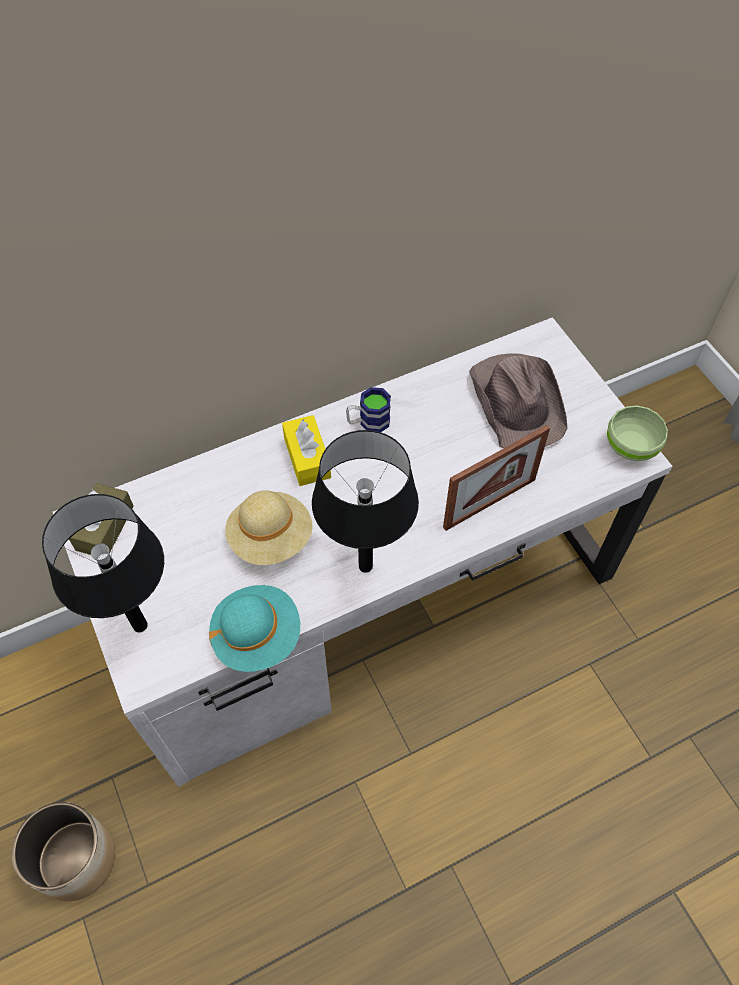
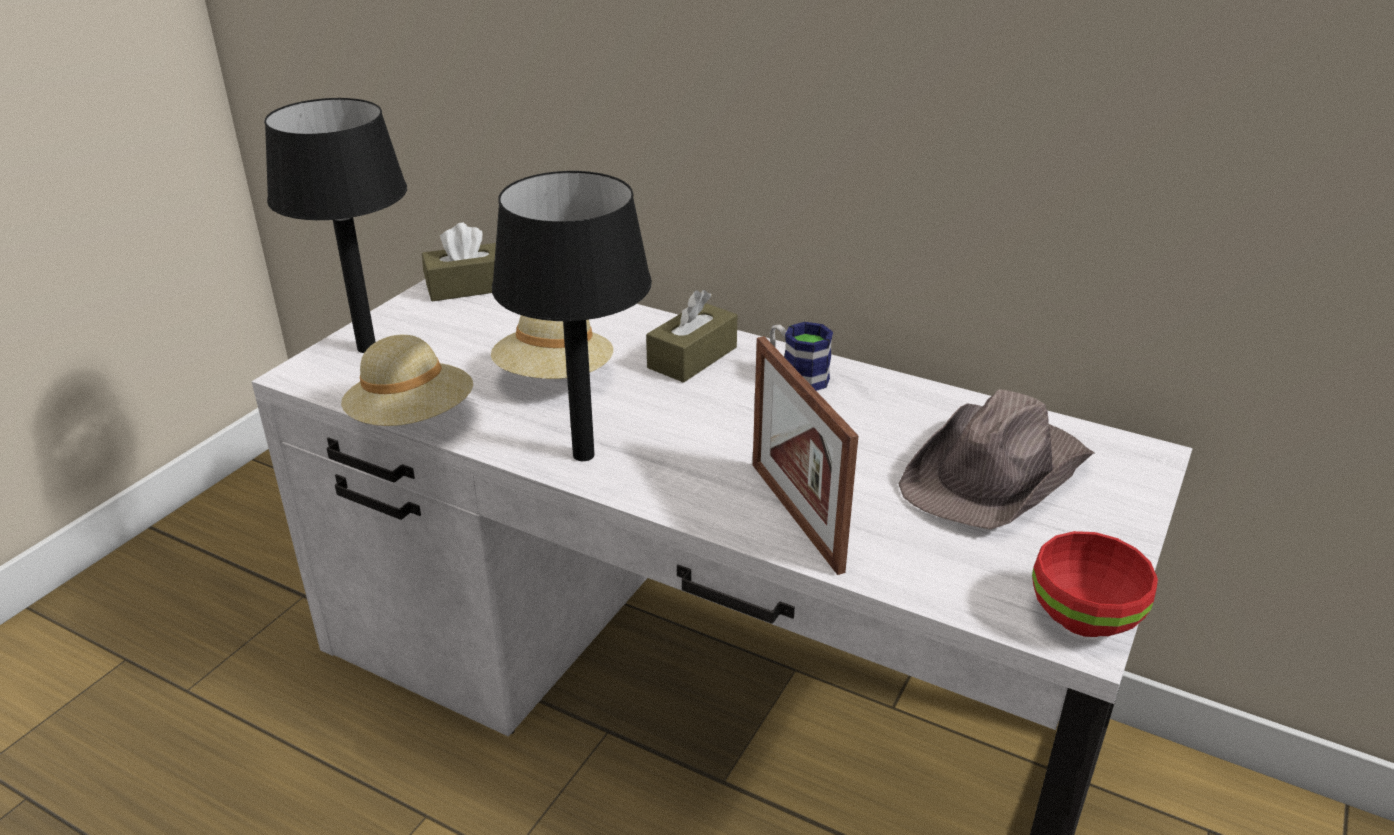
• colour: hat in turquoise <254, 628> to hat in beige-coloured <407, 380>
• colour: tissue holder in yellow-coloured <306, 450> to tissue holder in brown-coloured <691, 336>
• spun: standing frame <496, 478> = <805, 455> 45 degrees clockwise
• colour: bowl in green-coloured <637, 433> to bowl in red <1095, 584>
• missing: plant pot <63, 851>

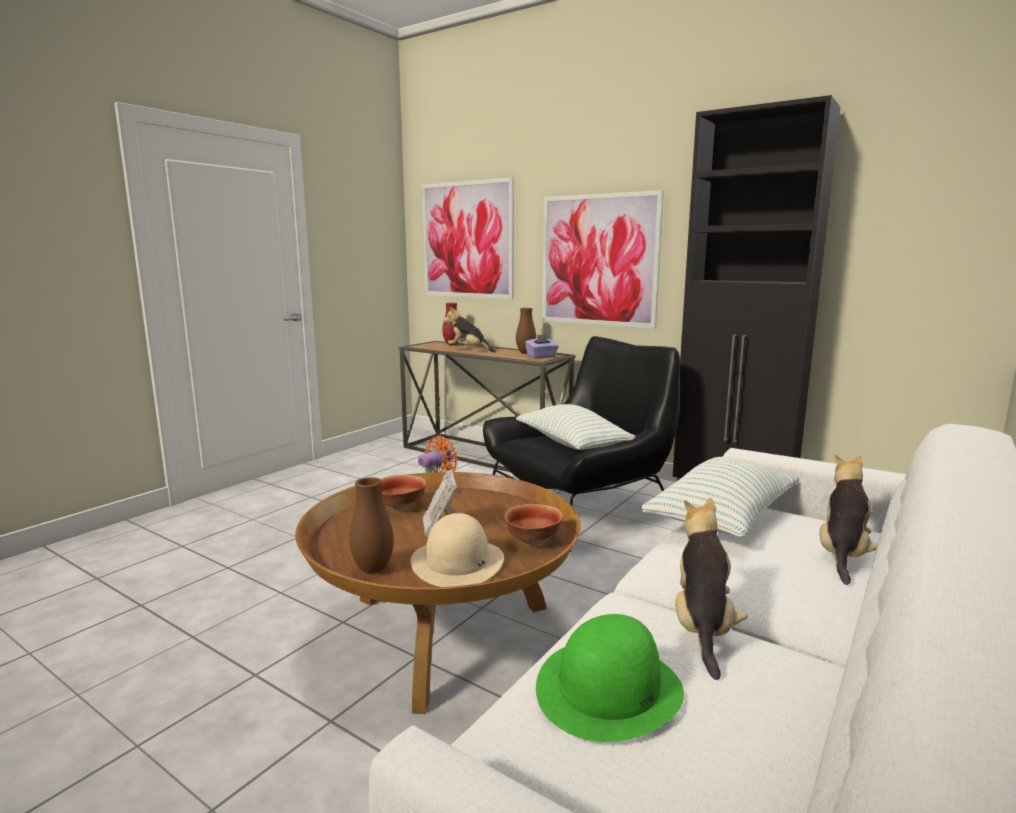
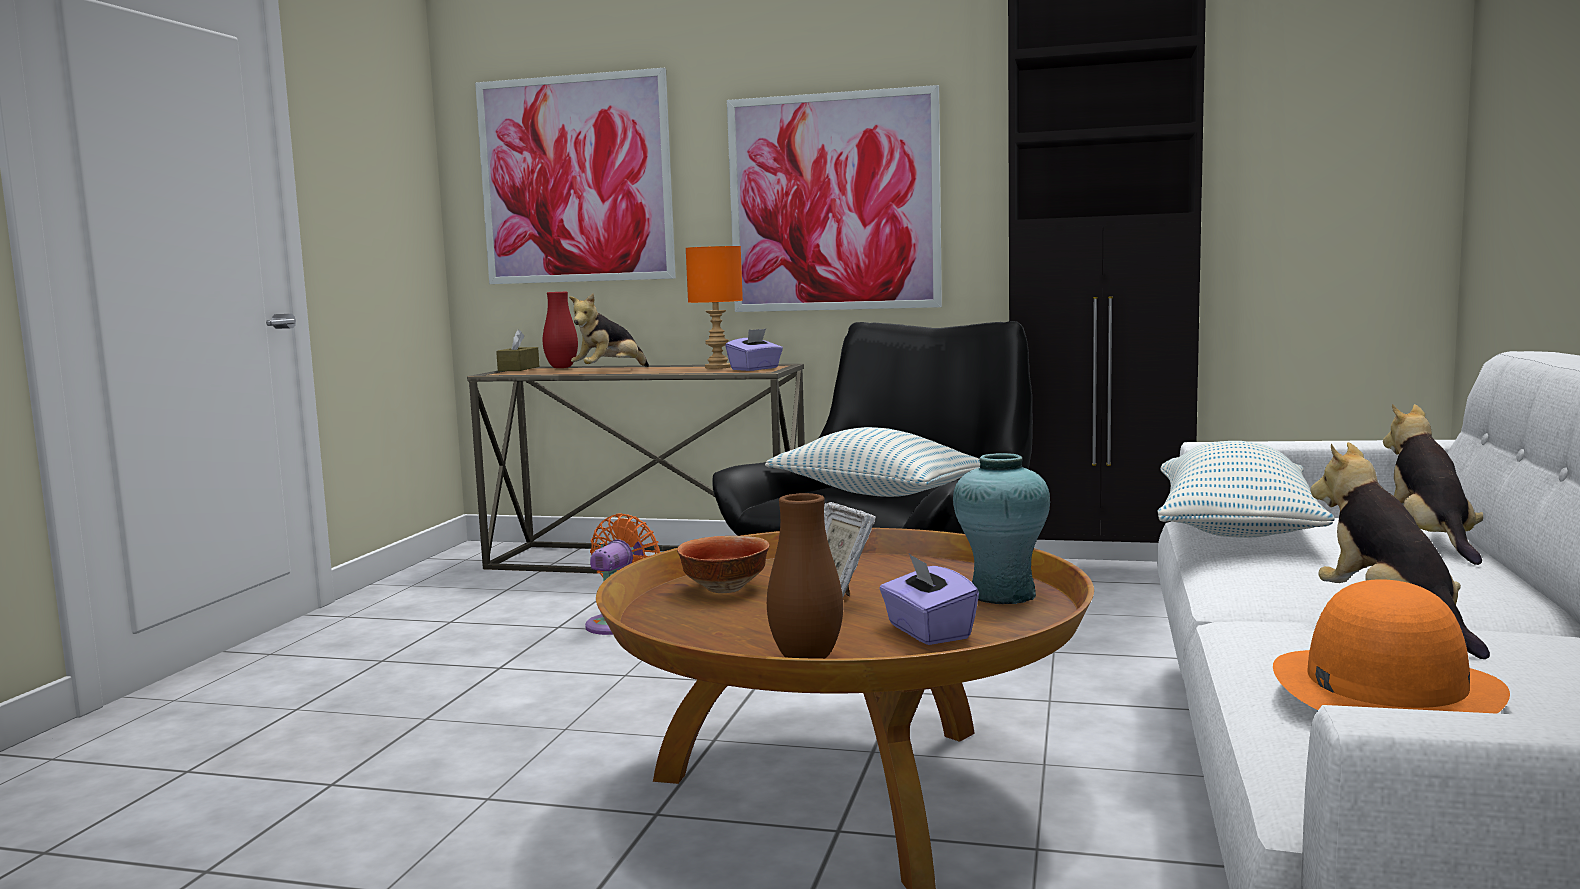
• appeared: tissue holder in brown-coloured <517, 350>
• spun: plush toy <469, 330> = <609, 330> 60 degrees counterclockwise
• exchanged: decorative vase in brown-coloured <526, 331> to tabletop lamp in orange-coloured <714, 307>
• exchanged: hat in beige-coloured <457, 550> to tissue holder in purple-coloured <929, 599>
• exchanged: bowl <533, 524> to decorative vase in turquoise <1001, 528>
• colour: hat in green-coloured <610, 678> to hat in orange-coloured <1391, 646>

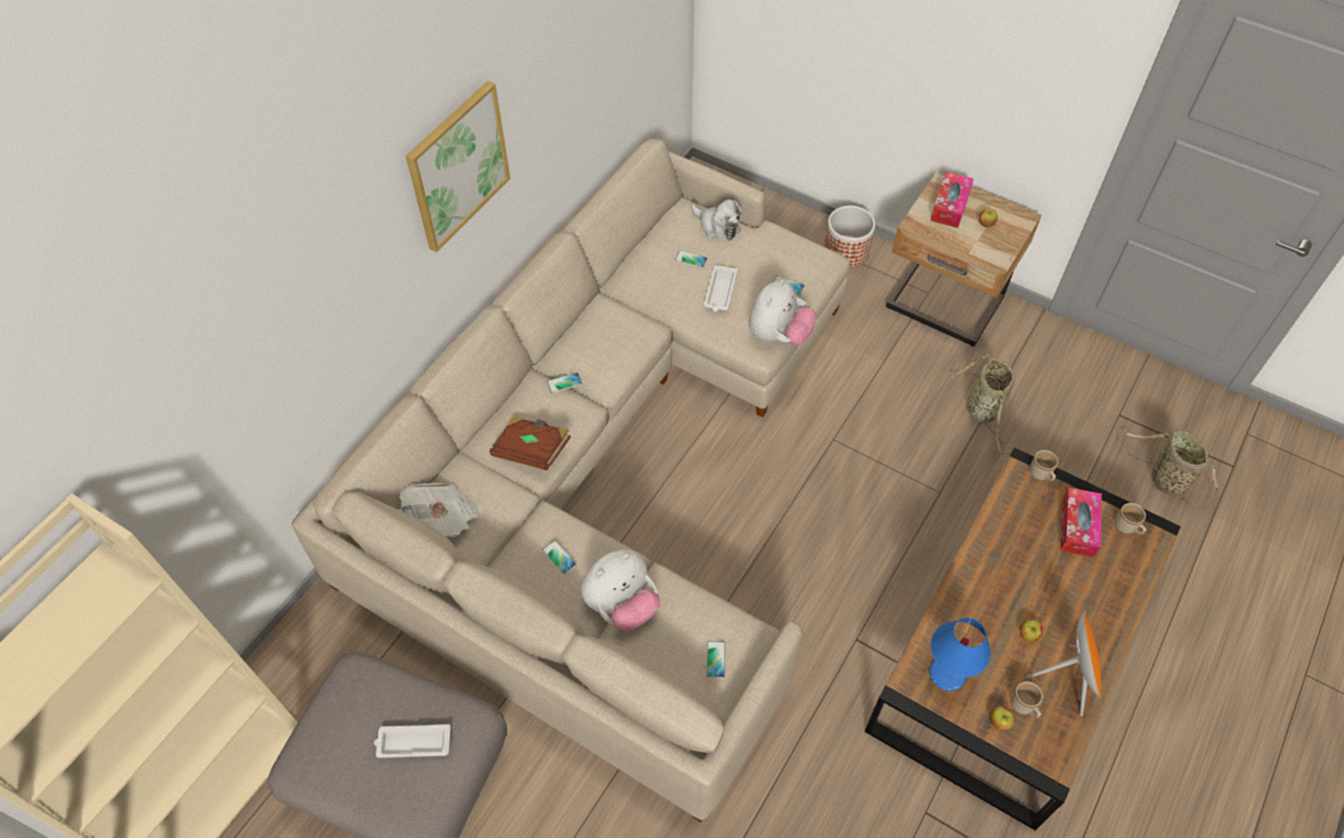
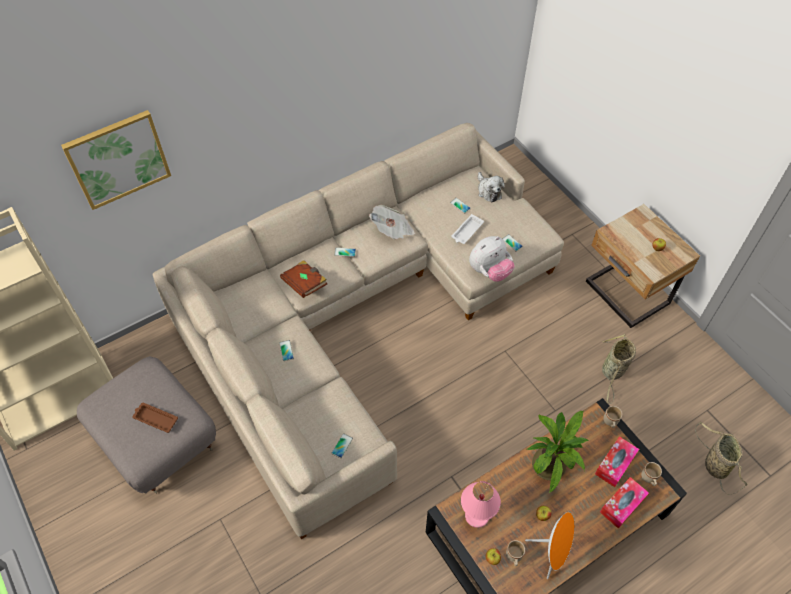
• relocated: picture <458, 167> to <116, 160>
• colour: serving tray in whitish <412, 741> to serving tray in brown-coloured <155, 418>
• relocated: newspaper <441, 510> to <392, 222>
• colour: tabletop lamp in blue-coloured <960, 654> to tabletop lamp in pink-coloured <481, 504>
• appeared: houseplant <558, 452>
• relocated: tissue holder <952, 200> to <624, 503>
• missing: plush toy <620, 590>
• missing: plant pot <849, 237>

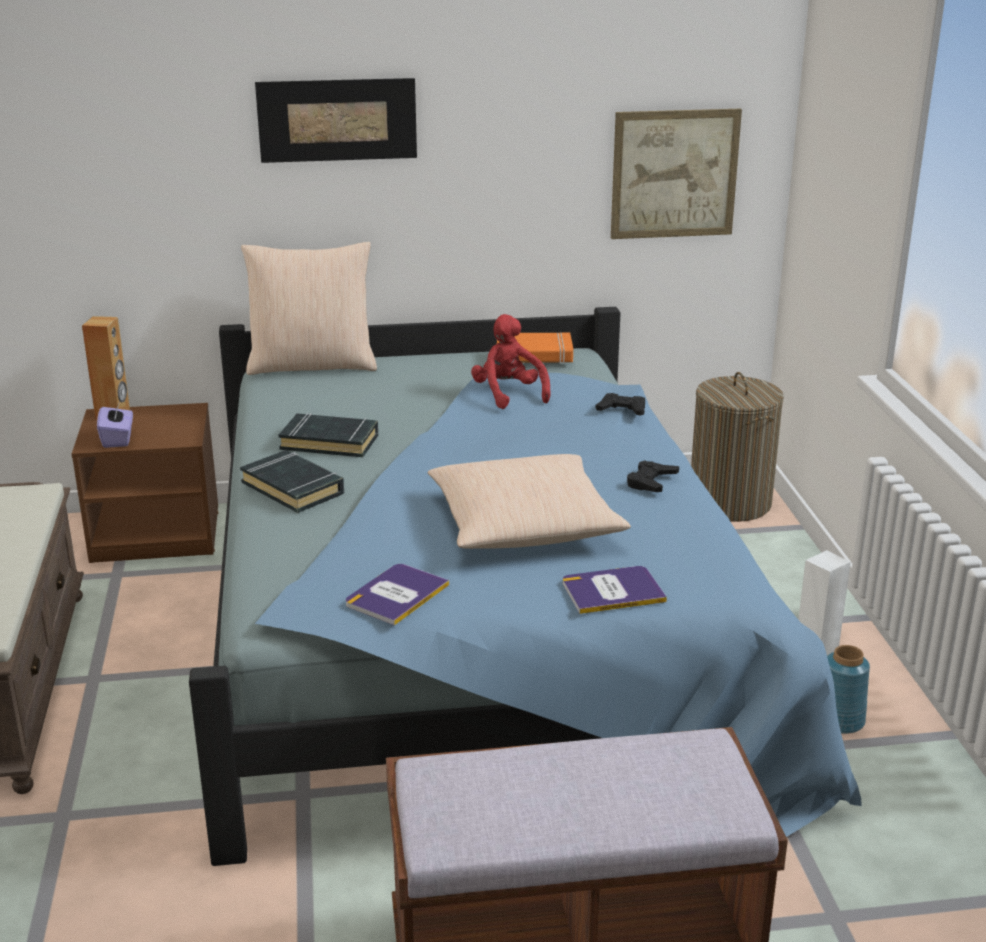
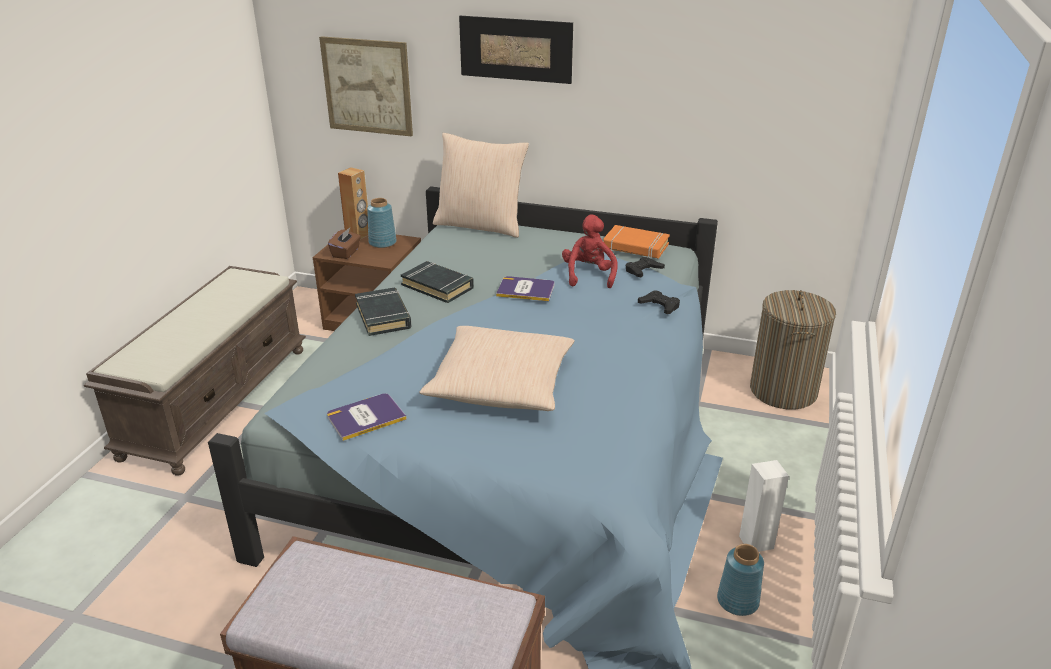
• relocated: picture <676, 174> to <366, 86>
• colour: tissue holder in purple-coloured <115, 424> to tissue holder in brown-coloured <344, 243>
• appeared: decorative vase in blue-coloured <382, 223>
• relocated: volume <615, 590> to <525, 288>
• relocated: joypad in black <653, 476> to <645, 267>

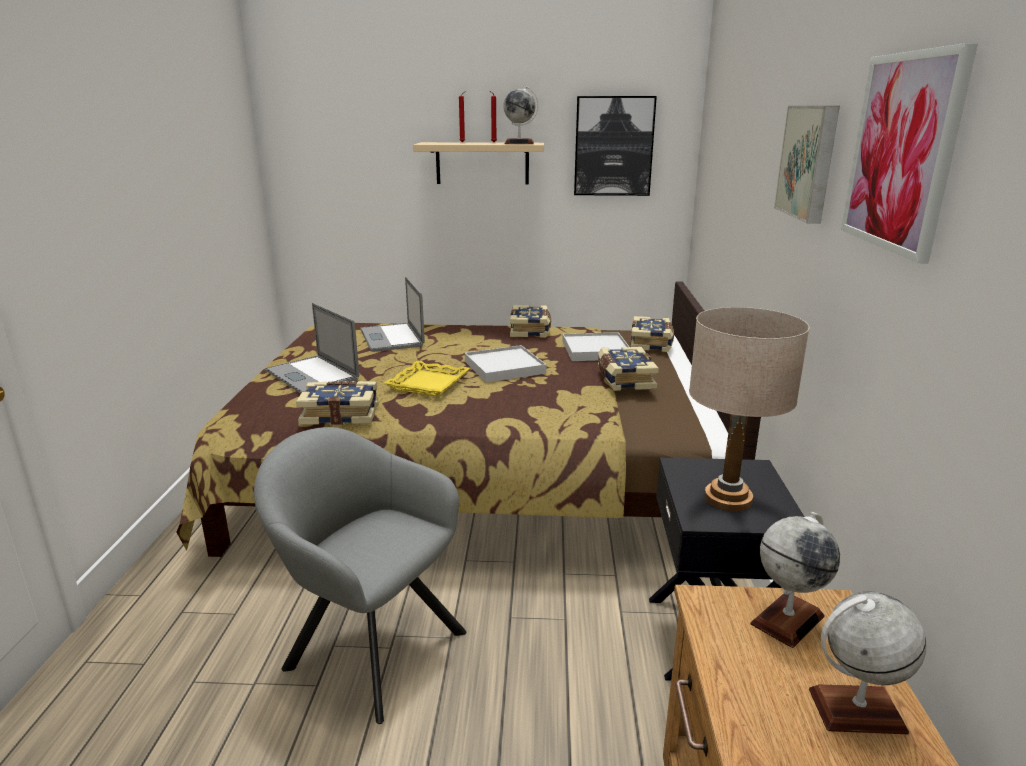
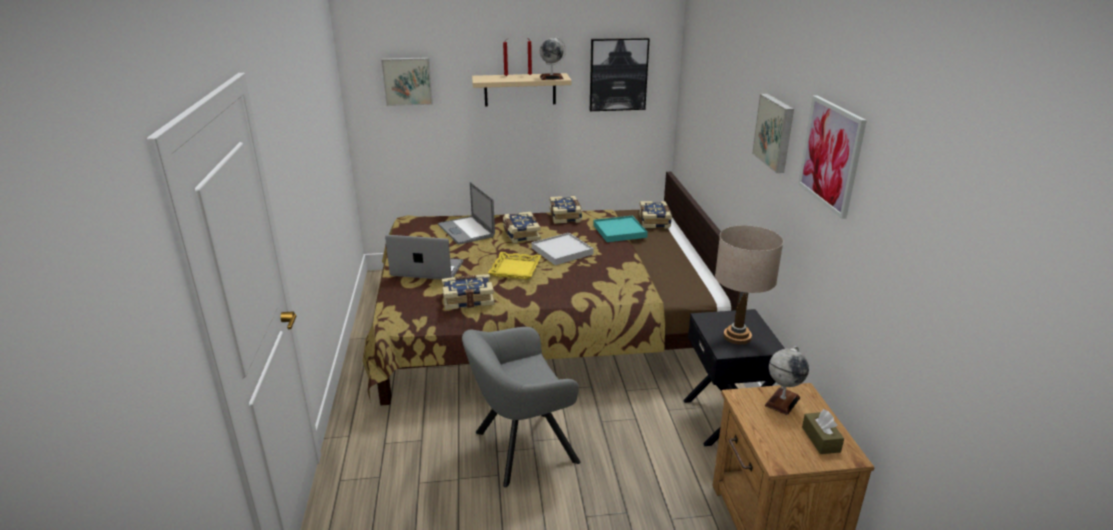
• appeared: picture <407, 81>
• spun: notebook computer <312, 348> = <424, 257> 150 degrees clockwise
• spun: armchair in greyish <360, 575> = <521, 407> 45 degrees counterclockwise
• relocated: volume <628, 369> to <522, 227>
• colour: serving tray in whitish <595, 346> to serving tray in turquoise <620, 229>
• exchanged: globe <868, 662> to tissue holder in brown-coloured <823, 431>

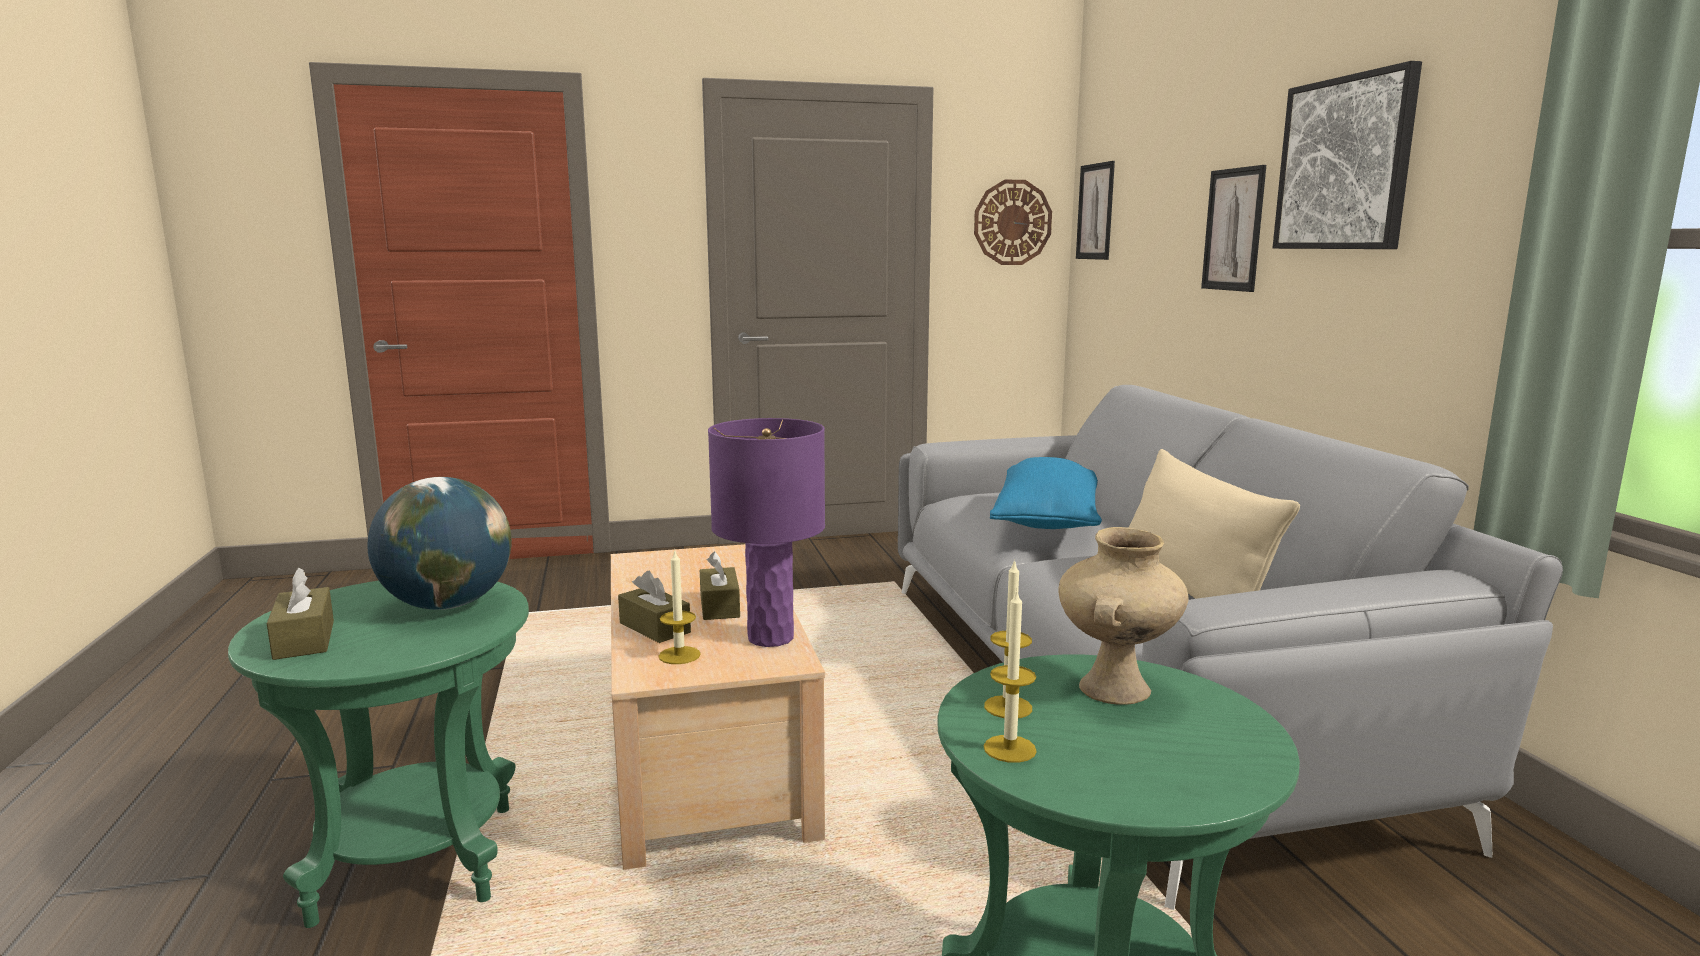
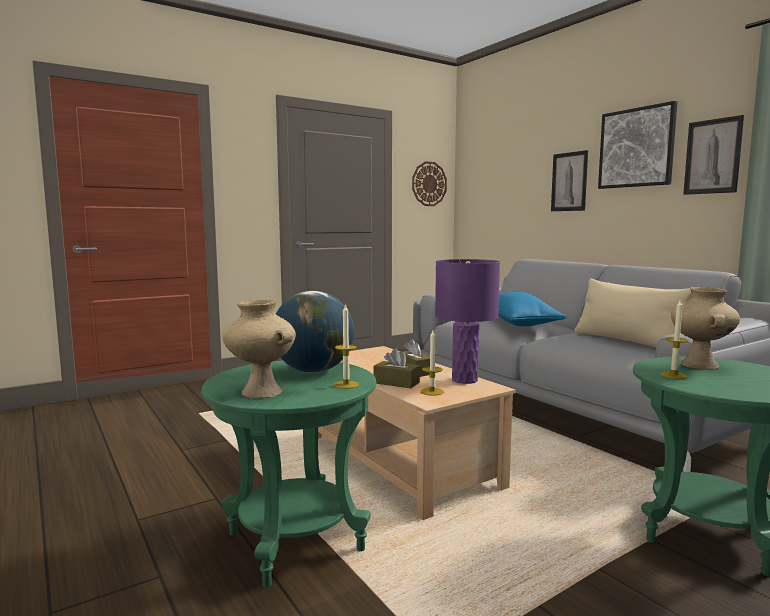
• exchanged: tissue holder in brown-coloured <300, 614> to decorative vase in beige-coloured <259, 349>
• relocated: candle <1010, 677> to <346, 346>
• relocated: picture <1095, 210> to <713, 155>

